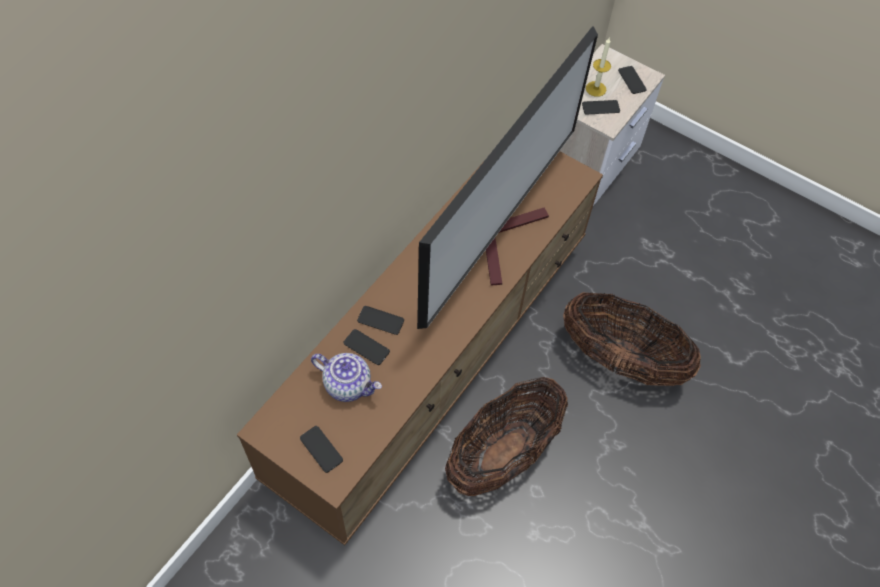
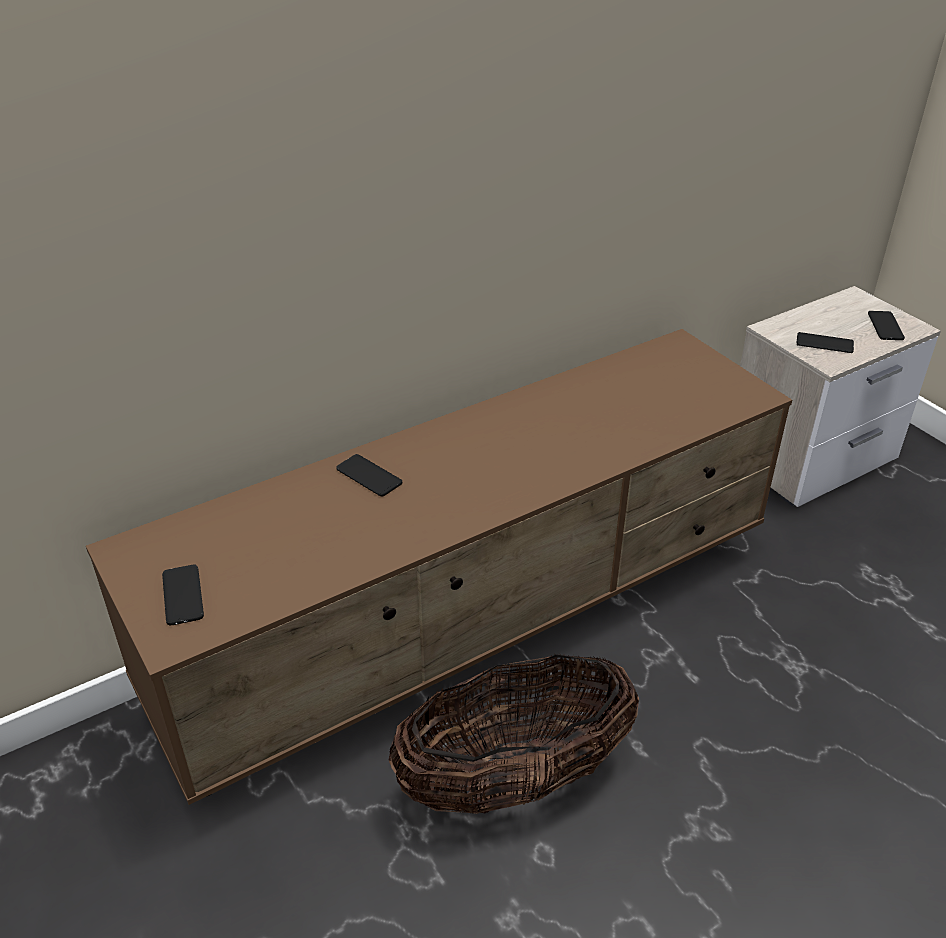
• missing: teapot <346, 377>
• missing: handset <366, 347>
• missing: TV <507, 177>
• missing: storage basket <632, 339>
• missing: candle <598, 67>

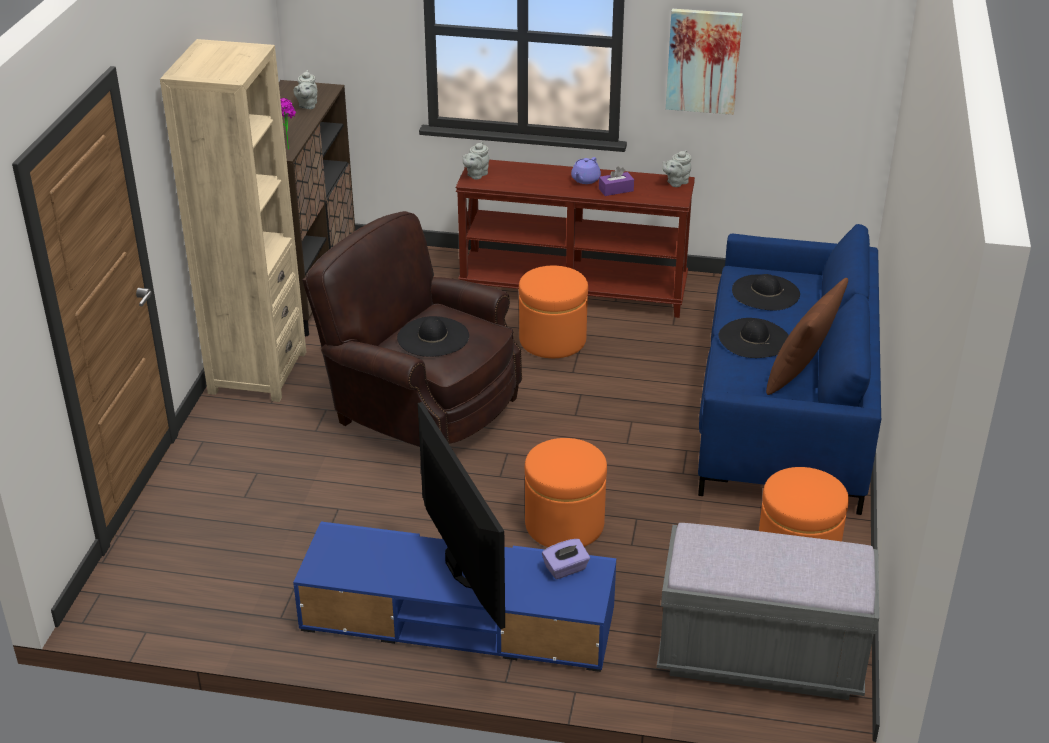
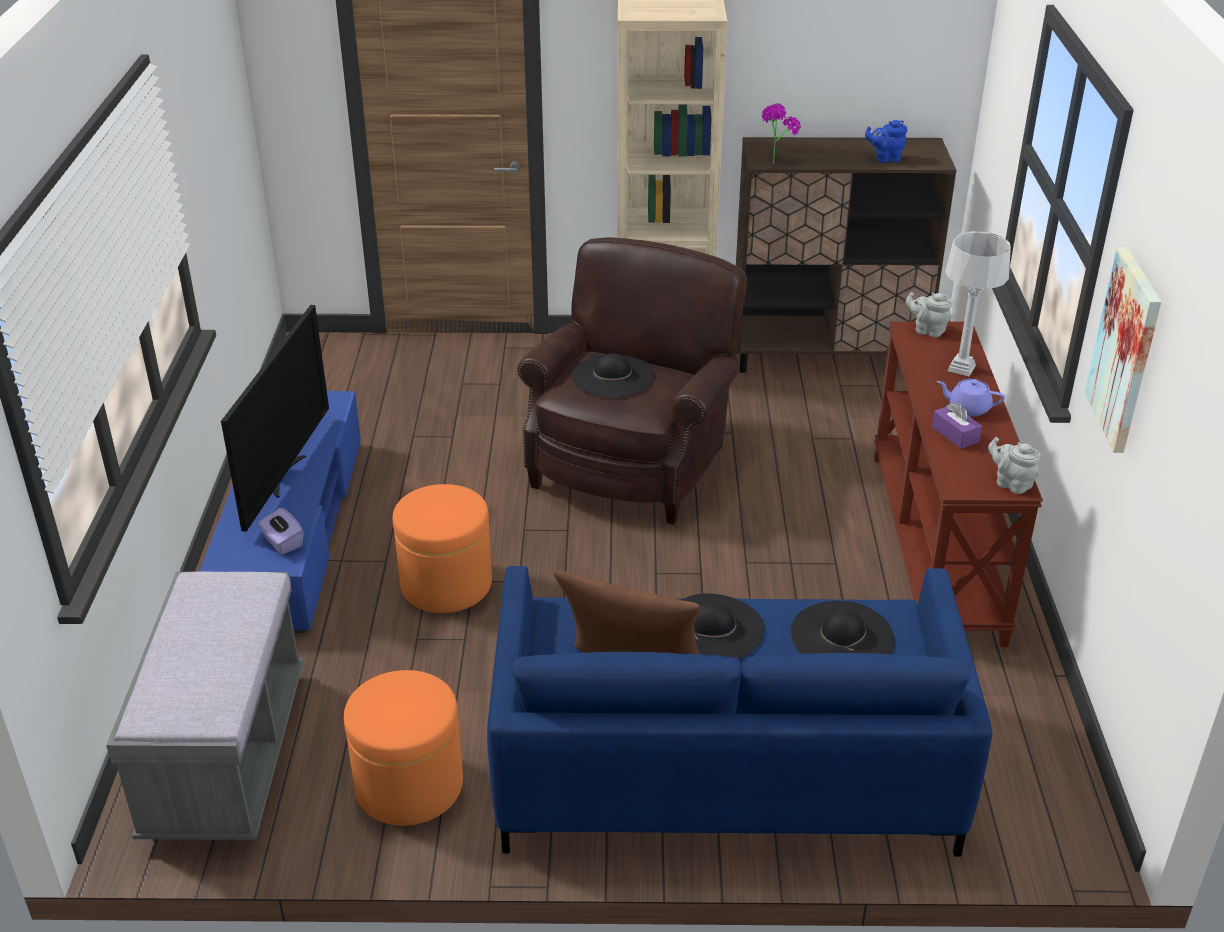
• spun: TV <461, 515> = <275, 418> 45 degrees counterclockwise
• colour: teapot in greyish <305, 89> to teapot in blue-coloured <886, 141>
• appeared: tabletop lamp in greyish <978, 303>
• missing: footrest in orange-coloured <553, 312>

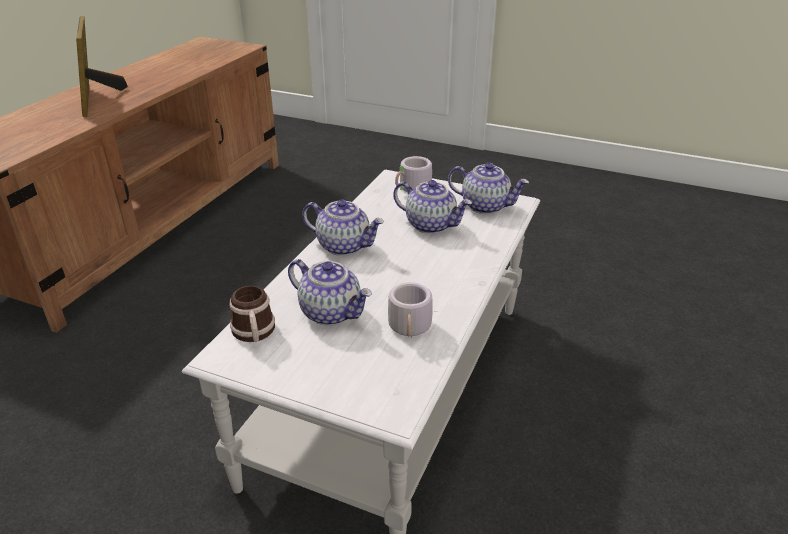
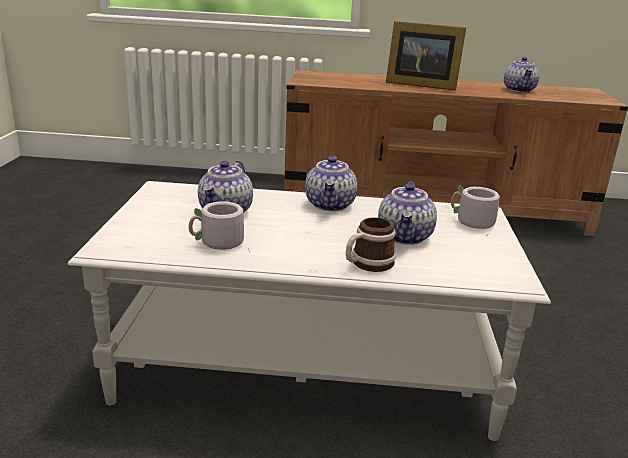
• relocated: tea mug <252, 314> to <371, 244>
• spun: standing frame <102, 66> = <426, 56> 120 degrees counterclockwise
• relocated: teapot <488, 188> to <521, 75>

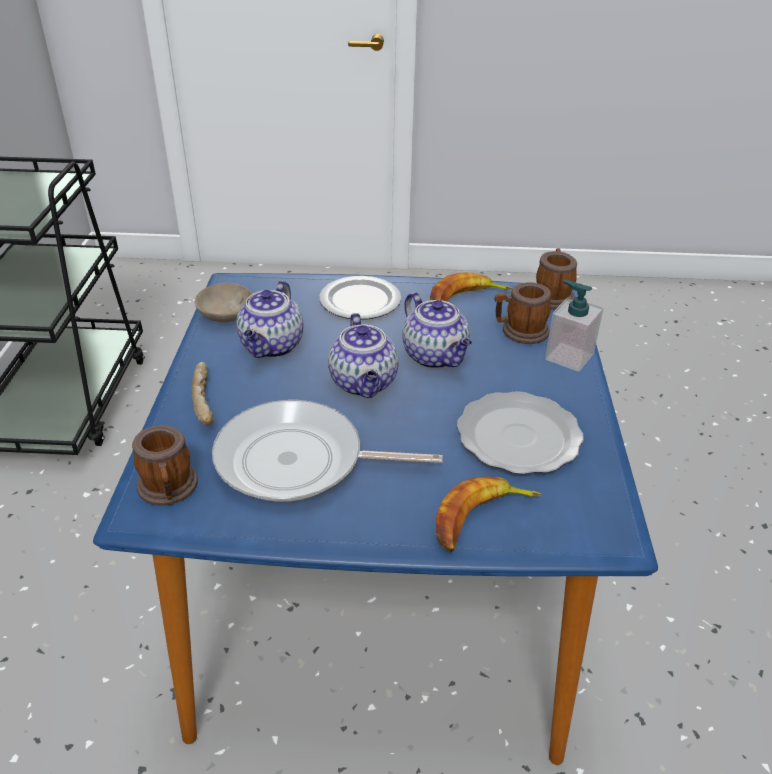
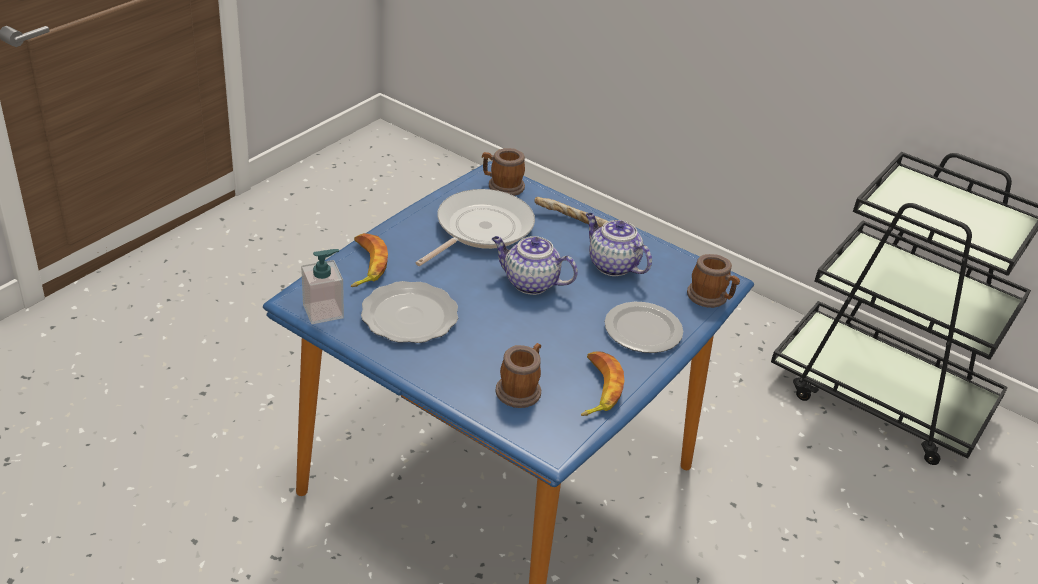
• relocated: soap bottle <574, 326> to <322, 286>
• relocated: tea mug <556, 279> to <713, 281>
• missing: bowl in beige-coloured <224, 302>
• missing: teapot <437, 330>

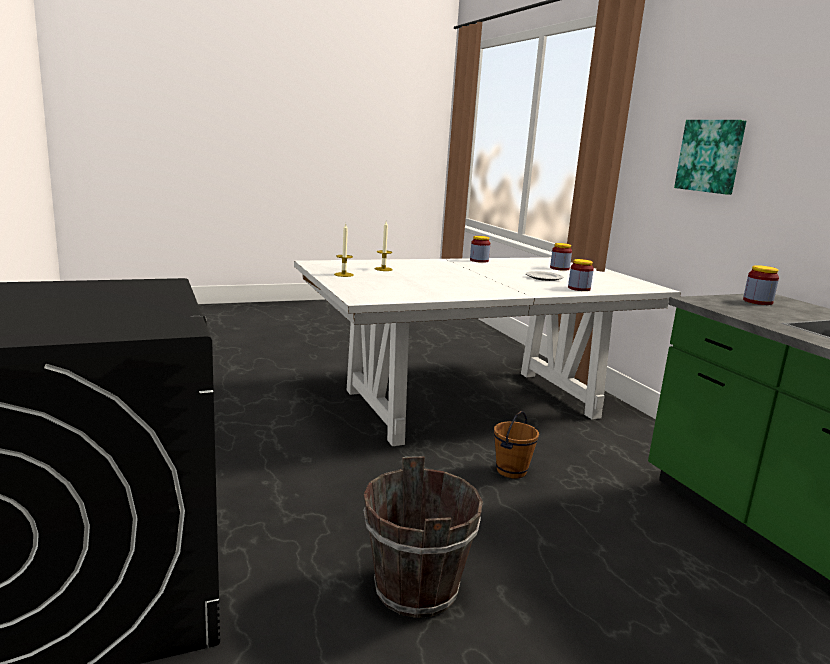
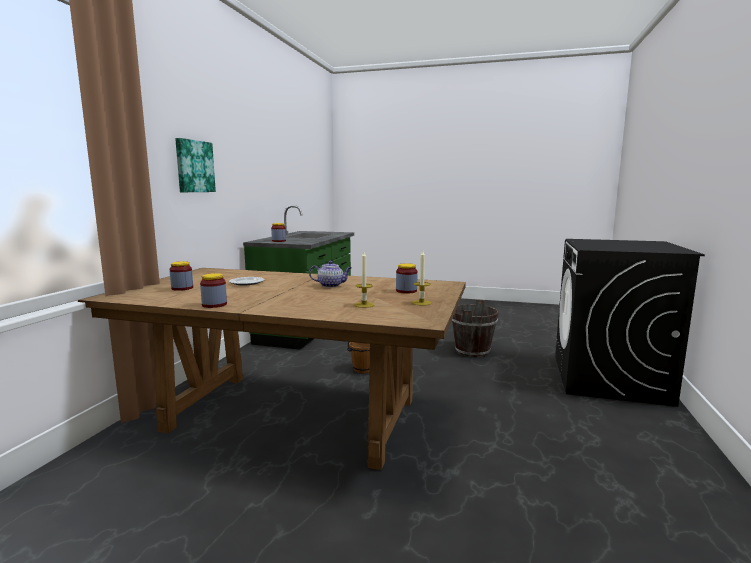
• colour: dining table in whitish <487, 351> to dining table in brown-coloured <272, 369>
• appeared: teapot <330, 274>
• relocated: jar <581, 275> to <406, 278>

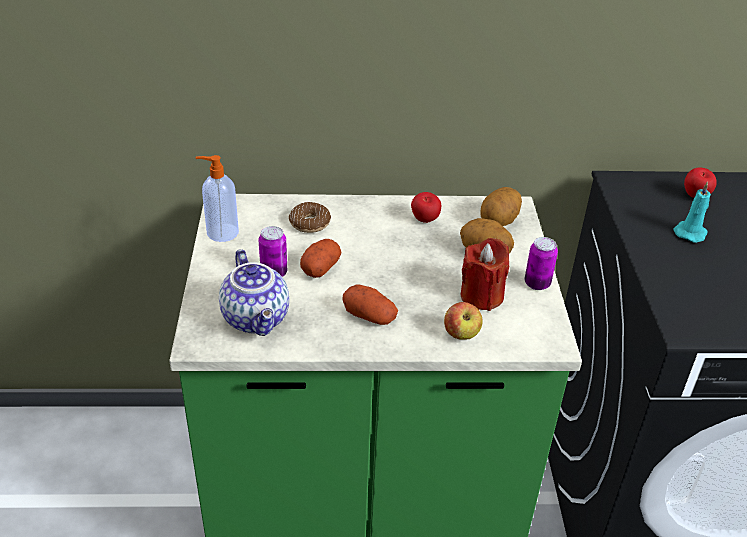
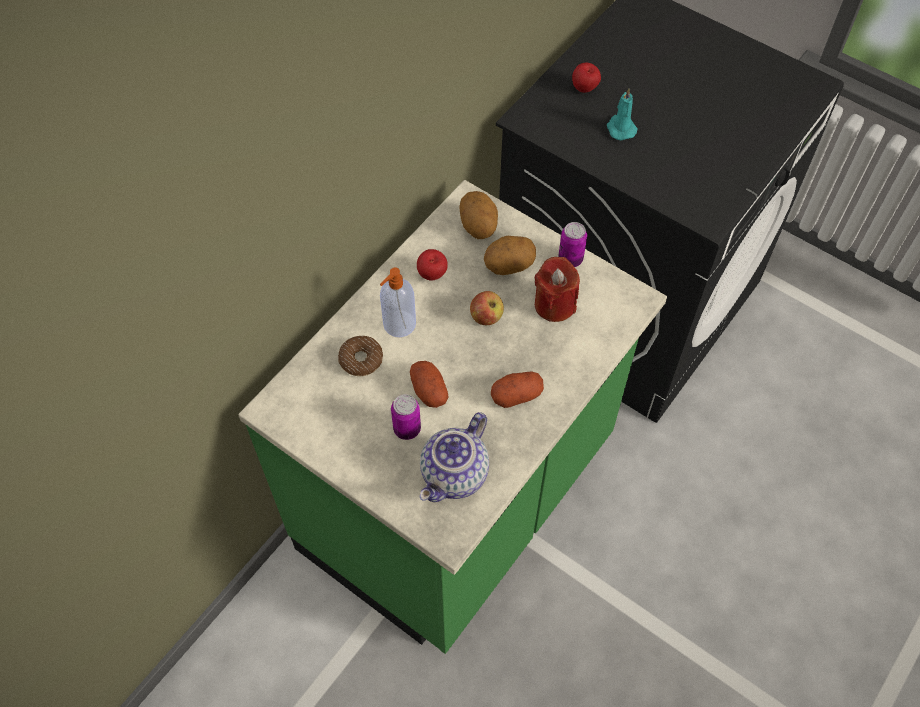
• relocated: soap bottle <217, 198> to <398, 302>
• spun: teapot <254, 292> = <454, 457> 105 degrees clockwise
• relocated: apple fruit <463, 321> to <487, 308>

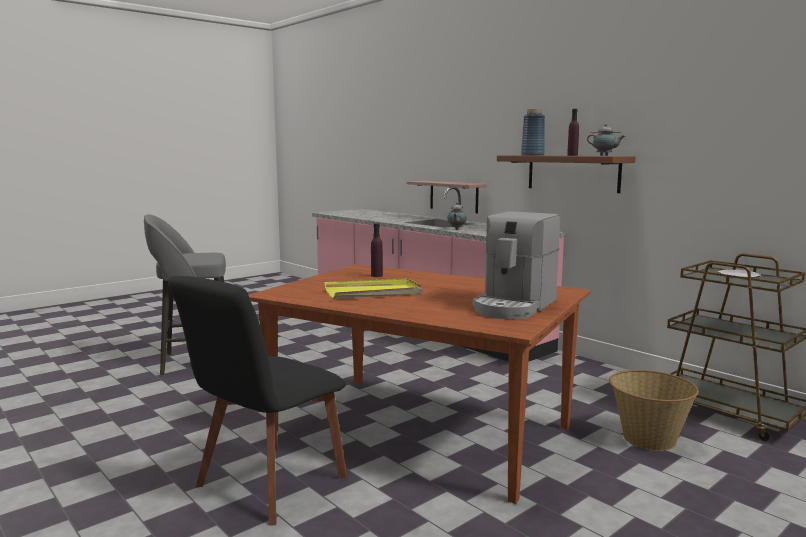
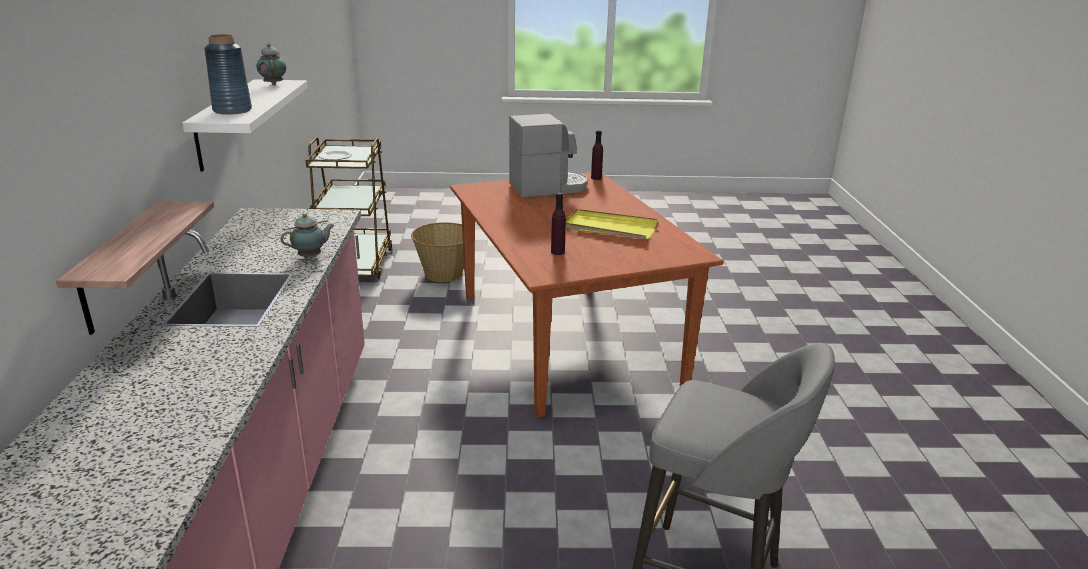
• colour: bracket shelf in brown-coloured <566, 174> to bracket shelf in whitish <245, 125>
• relocated: drink bottle in purple-coloured <573, 132> to <597, 155>
• missing: chair in black <257, 400>

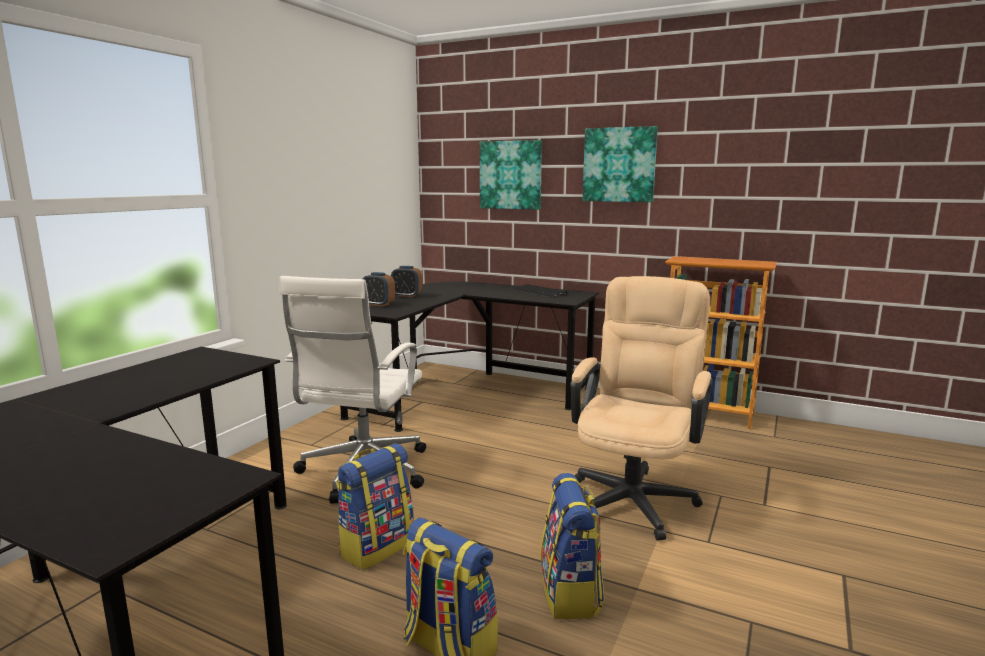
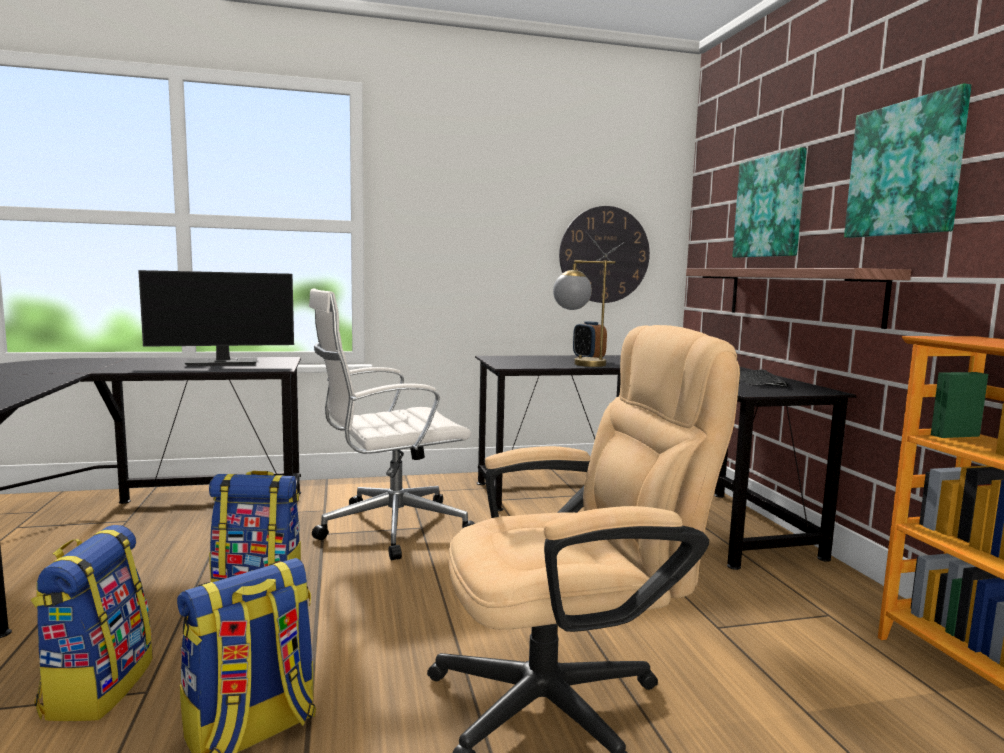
• appeared: computer display <216, 318>
• appeared: tabletop lamp <584, 313>
• appeared: wall clock <604, 254>
• appeared: bracket shelf <798, 298>
• missing: alarm clock <379, 289>

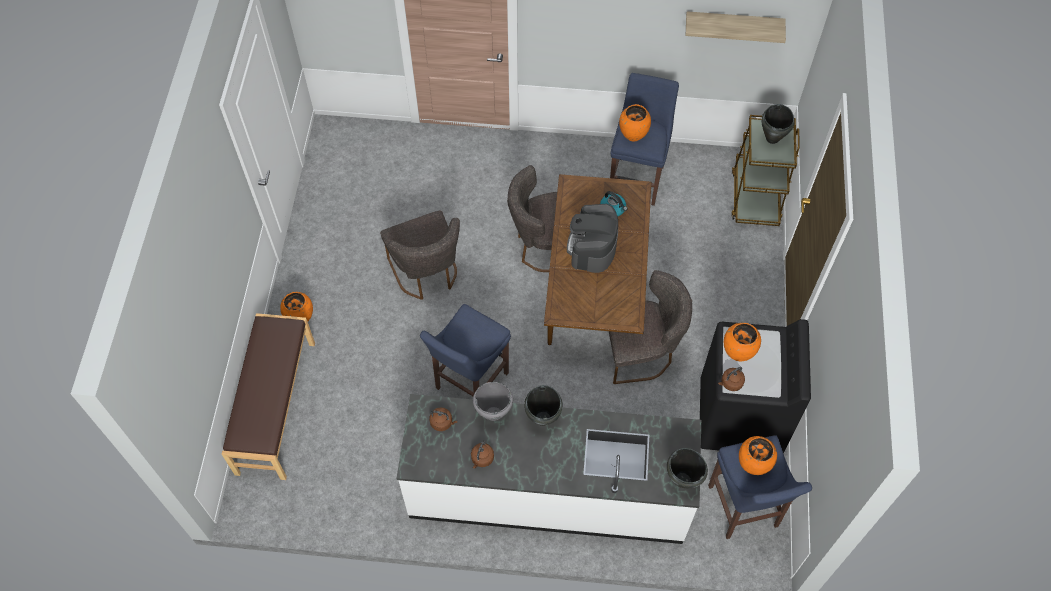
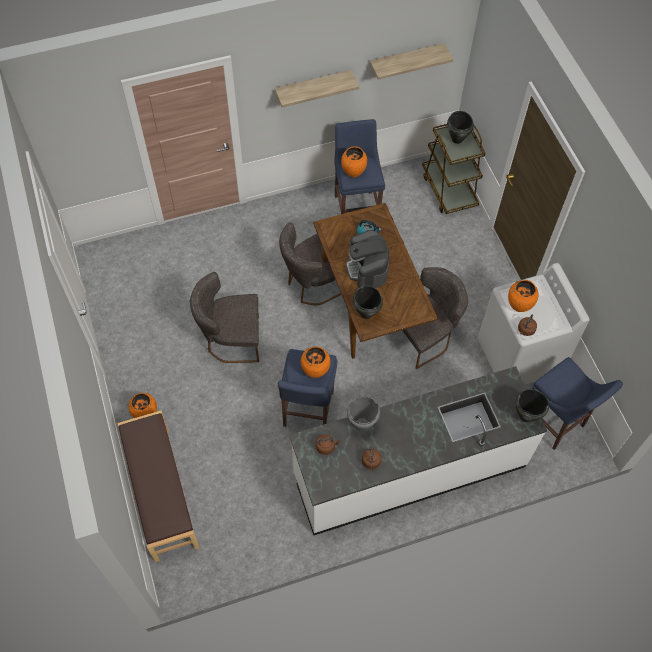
• spun: chair in greyish <420, 255> = <224, 317> 135 degrees clockwise
• appeared: bracket shelf <317, 88>
• relocated: decorative vase in orange-coloured <758, 455> to <315, 362>
• relocated: stockpot in black <543, 405> to <368, 302>
• colour: laundry machine in black <755, 386> to laundry machine in whitish <533, 324>

